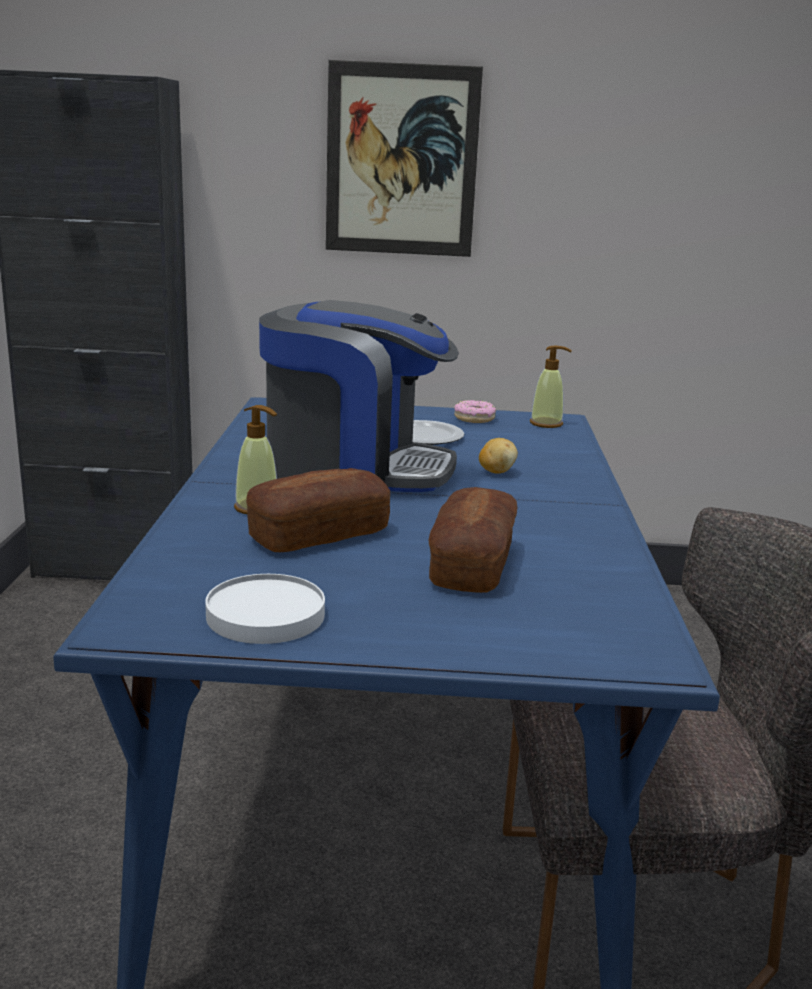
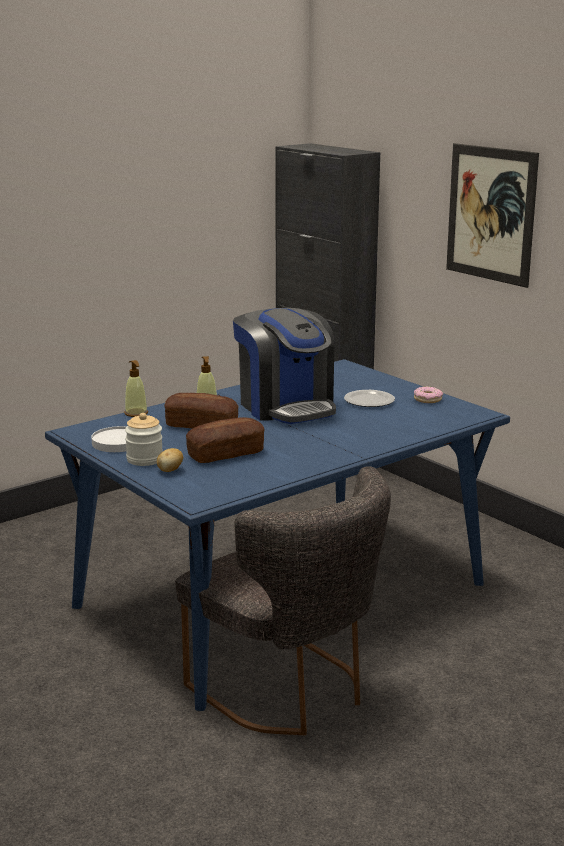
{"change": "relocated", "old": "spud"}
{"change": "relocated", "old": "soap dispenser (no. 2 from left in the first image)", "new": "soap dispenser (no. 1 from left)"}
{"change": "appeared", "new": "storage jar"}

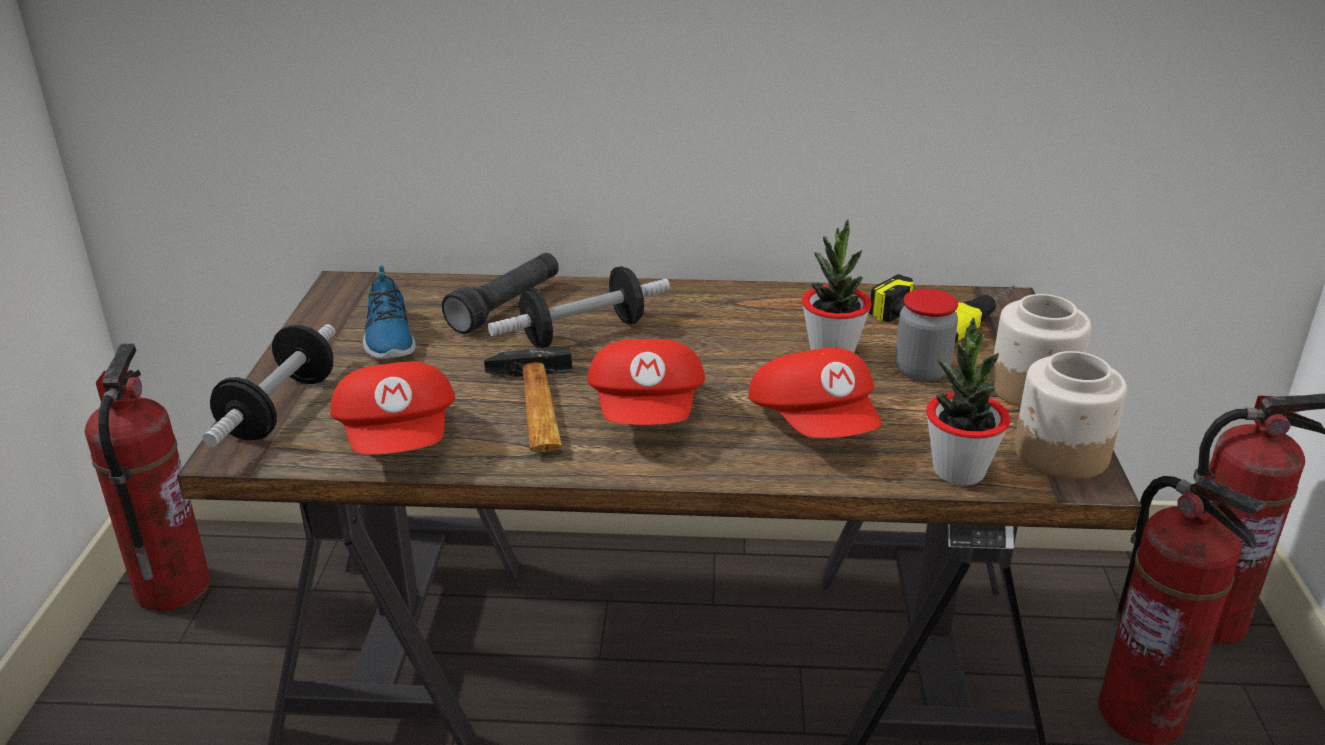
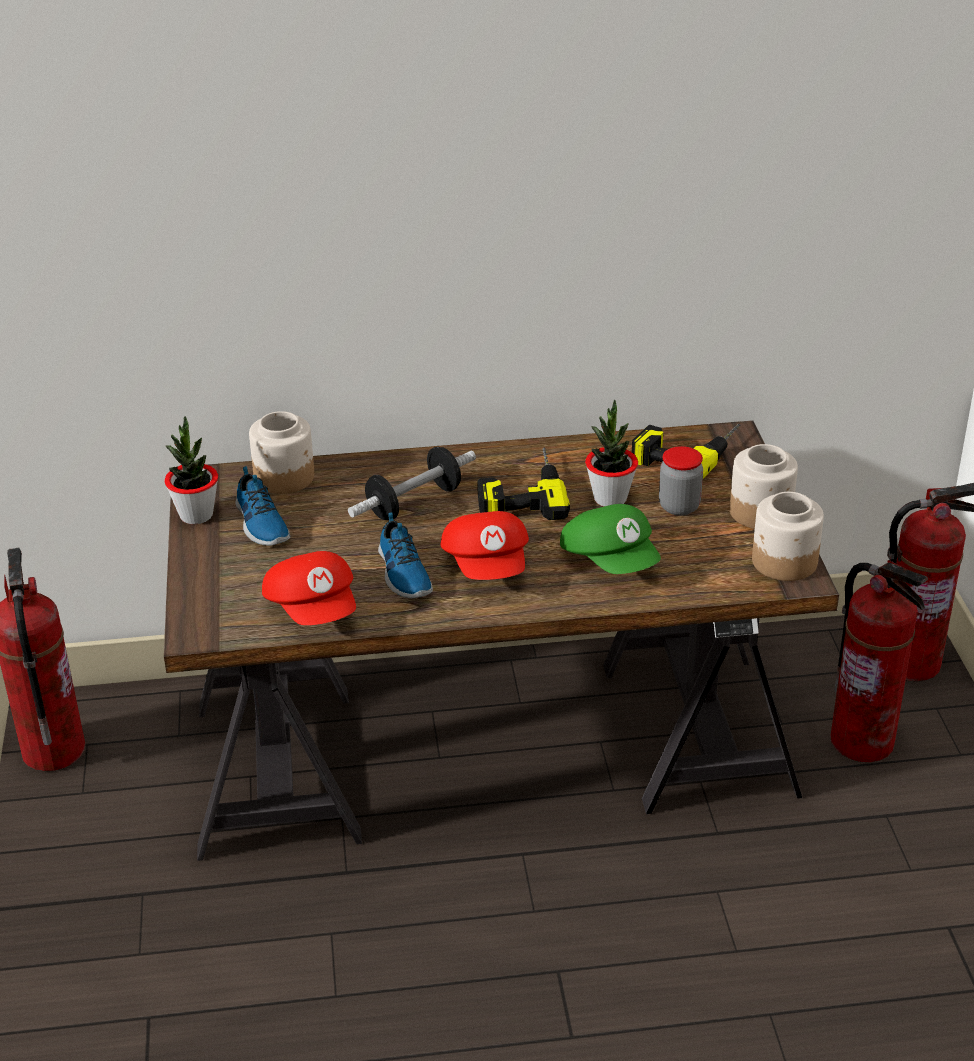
{"change": "missing", "old": "free weight (no. 1 from left)"}
{"change": "missing", "old": "blackish torch"}
{"change": "exchanged", "old": "hammer", "new": "shoe (no. 2 from left)"}
{"change": "colour", "old": "red-coloured baseball cap (no. 3 from left)", "new": "green-coloured baseball cap"}
{"change": "relocated", "old": "potted plant (no. 2 from left in the first image)", "new": "potted plant (no. 1 from left)"}
{"change": "appeared", "new": "storage jar (no. 1 from left)"}
{"change": "appeared", "new": "drill (no. 1 from left)"}

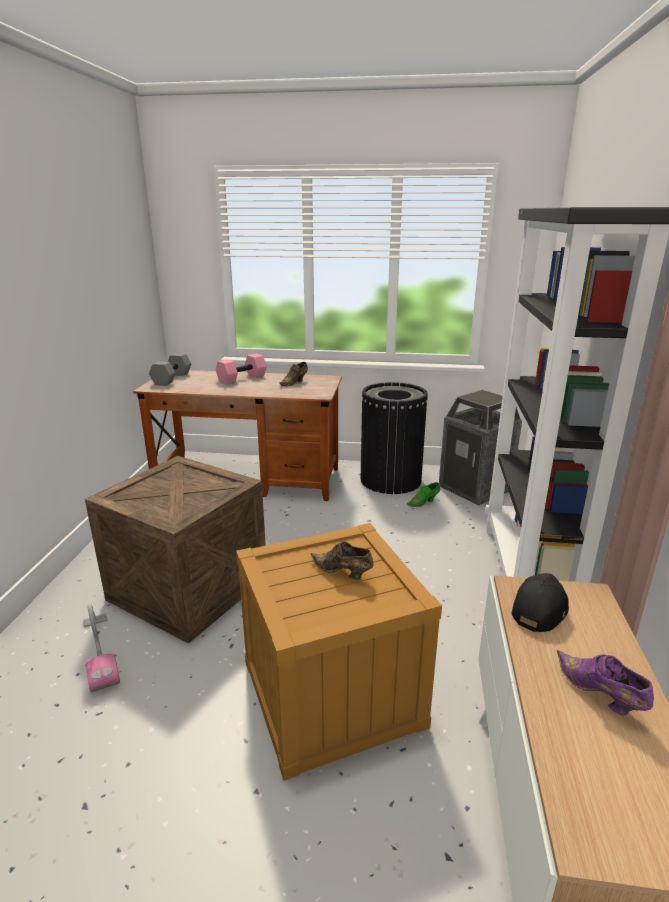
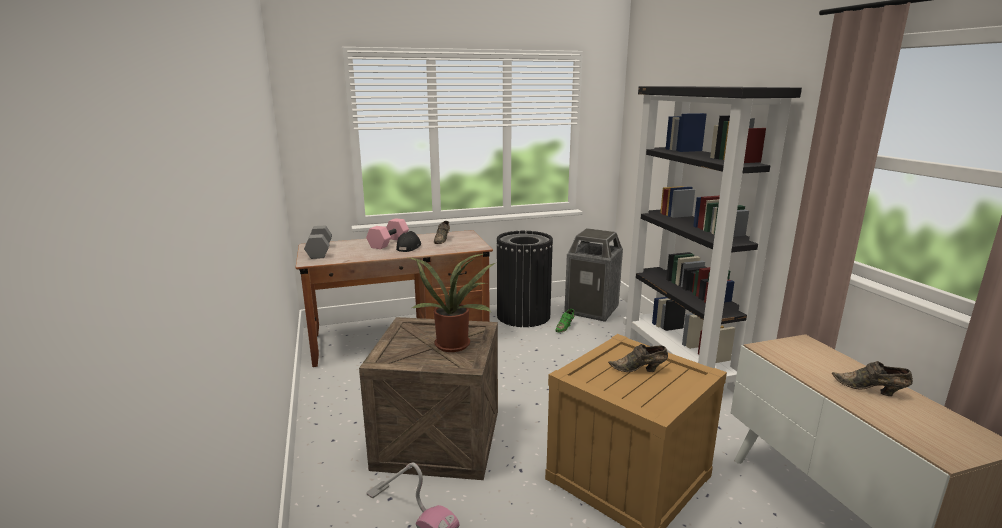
{"change": "relocated", "old": "blackish baseball cap"}
{"change": "colour", "old": "purplish shoe", "new": "brown shoe (no. 3 from left)"}
{"change": "appeared", "new": "potted plant"}

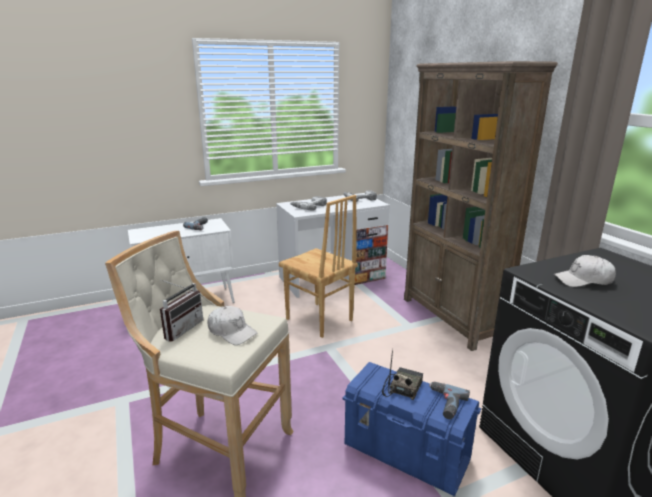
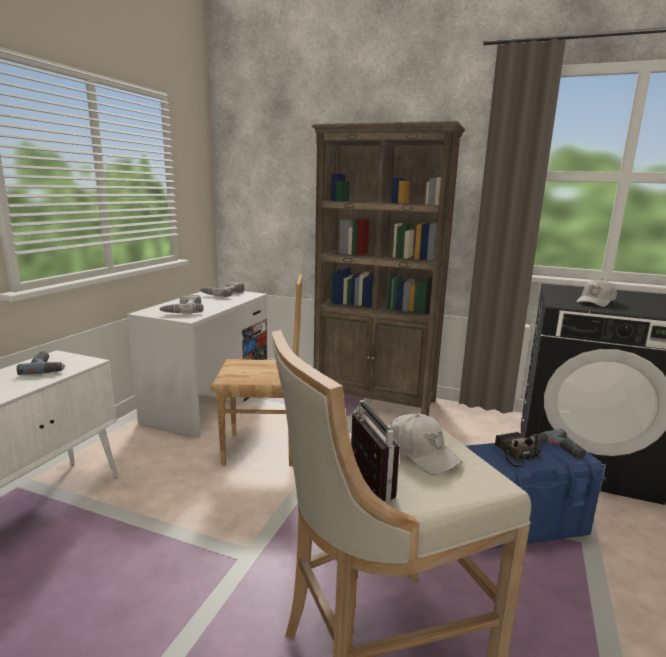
{"change": "spun", "old": "whitish baseball cap (no. 1 from left)", "degrees": 60}

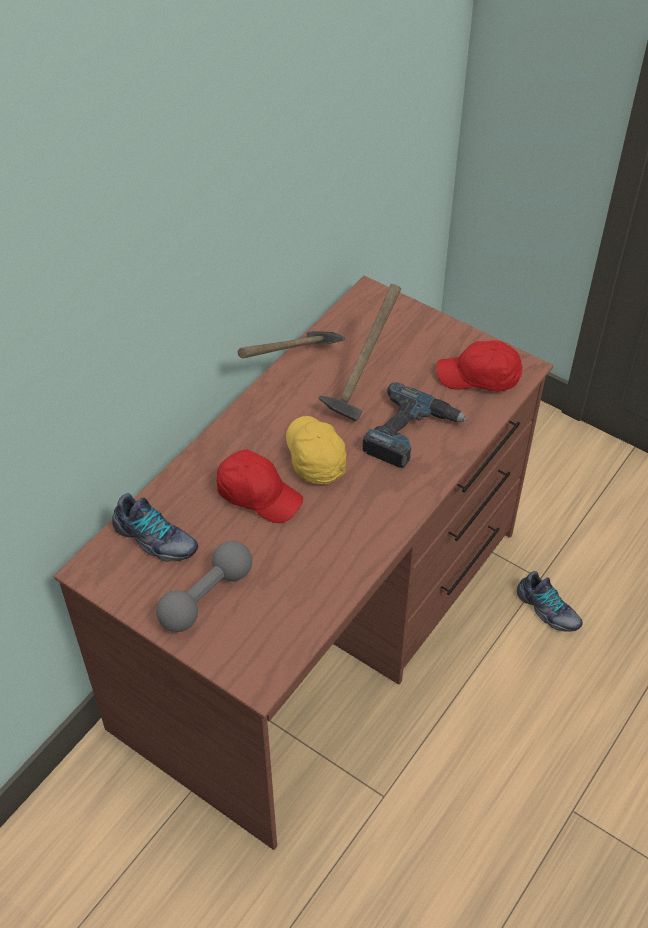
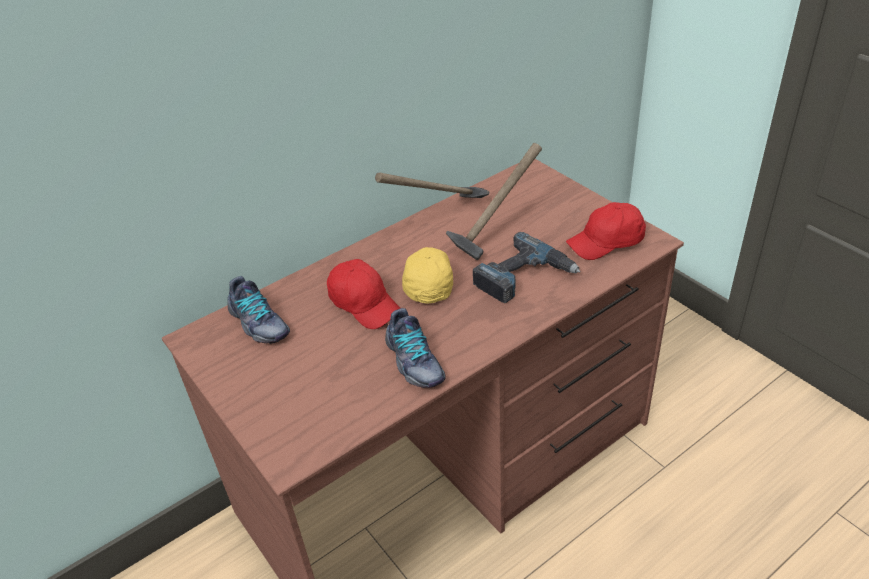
{"change": "missing", "old": "gray free weight"}
{"change": "spun", "old": "red-coloured baseball cap (no. 2 from left)", "degrees": -45}
{"change": "relocated", "old": "shoe (no. 2 from left)"}

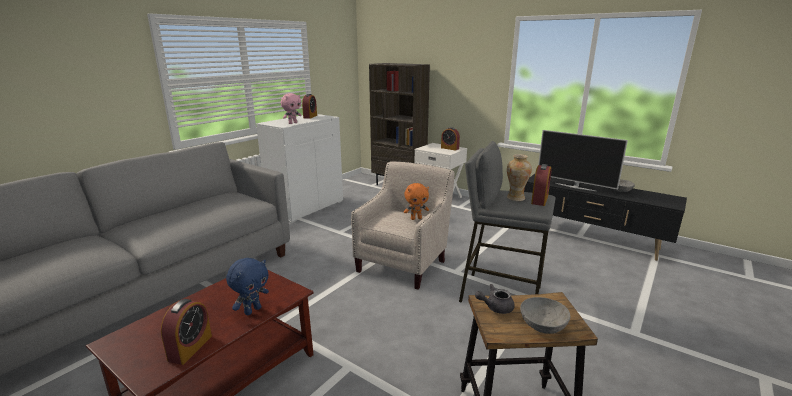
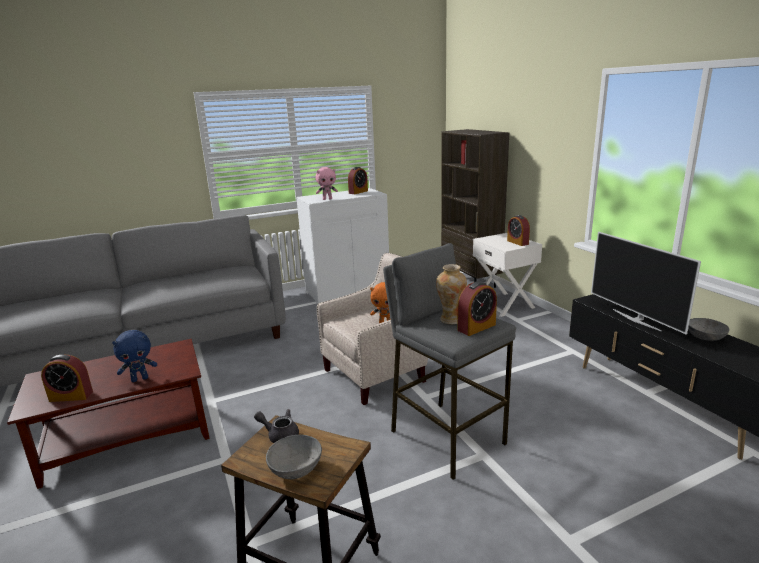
{"change": "spun", "old": "alarm clock (no. 1 from left)", "degrees": 45}

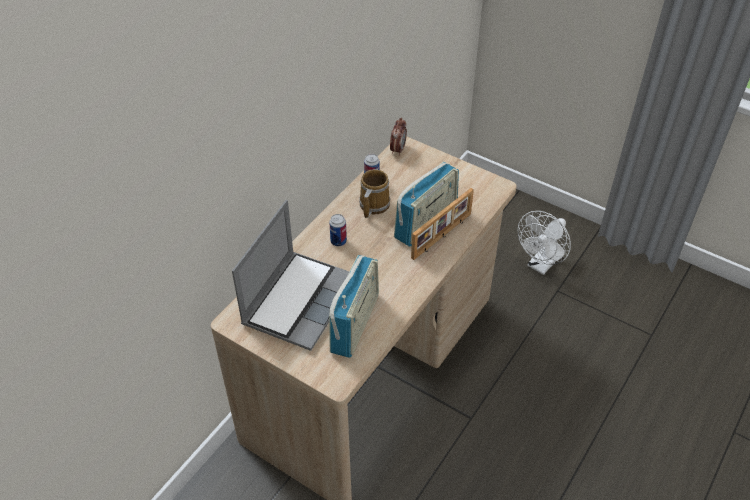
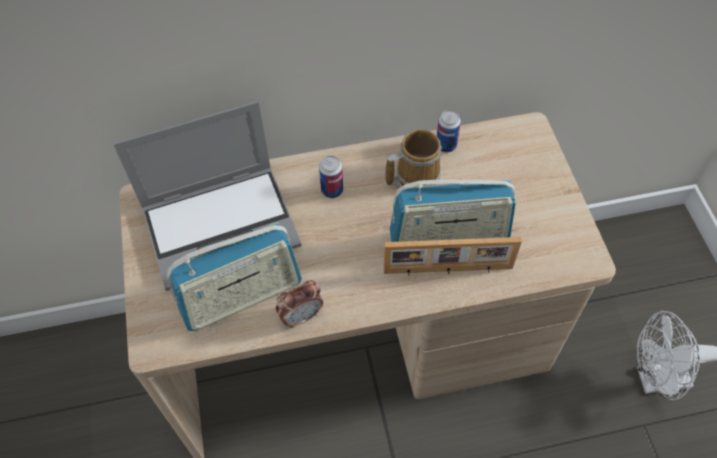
{"change": "relocated", "old": "alarm clock"}

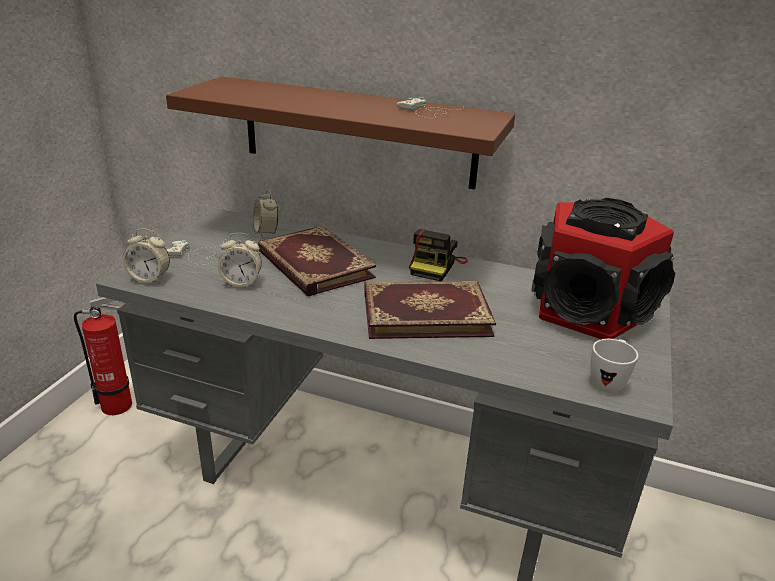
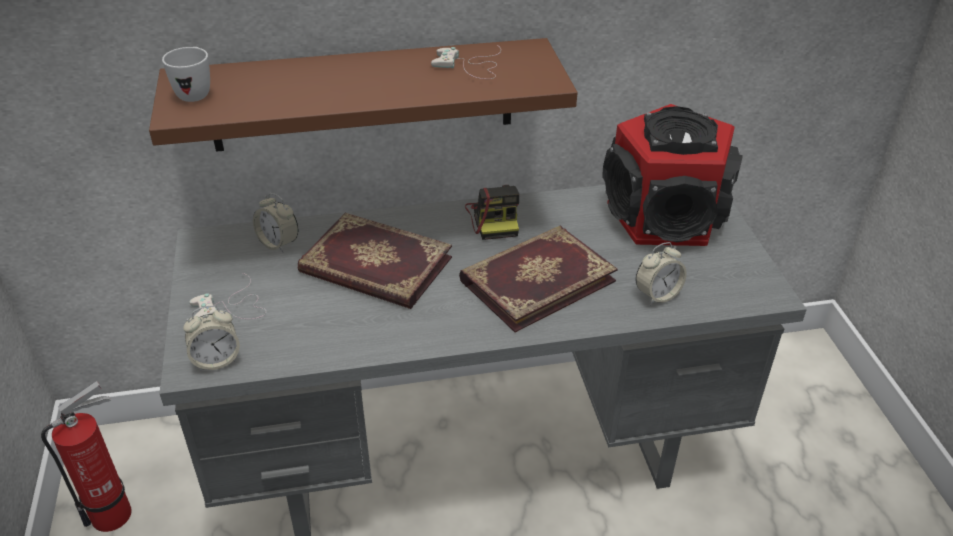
{"change": "relocated", "old": "alarm clock (no. 2 from left in the first image)", "new": "alarm clock (no. 3 from left)"}
{"change": "relocated", "old": "whitish mug"}

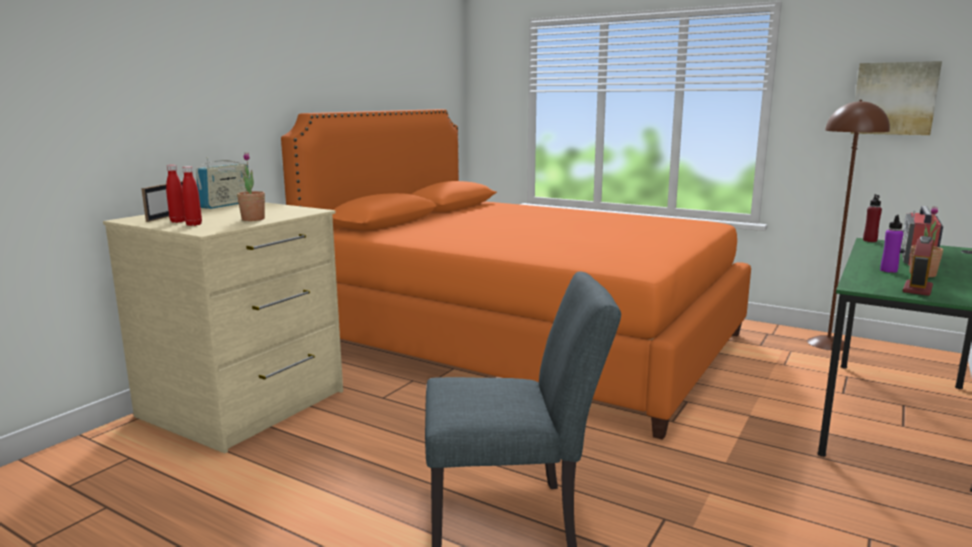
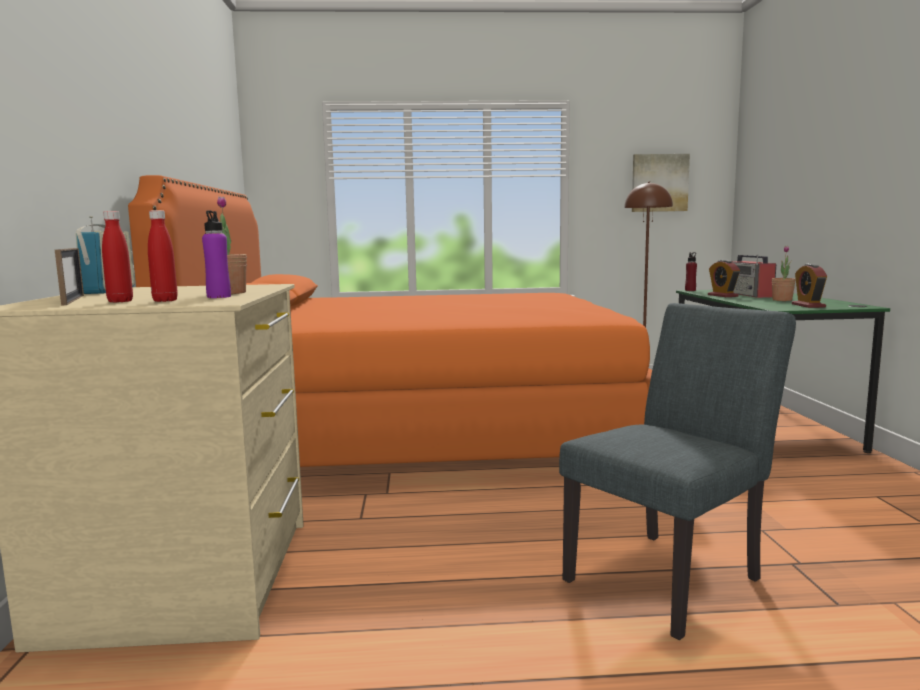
{"change": "relocated", "old": "purplish bottle"}
{"change": "appeared", "new": "alarm clock (no. 1 from left)"}

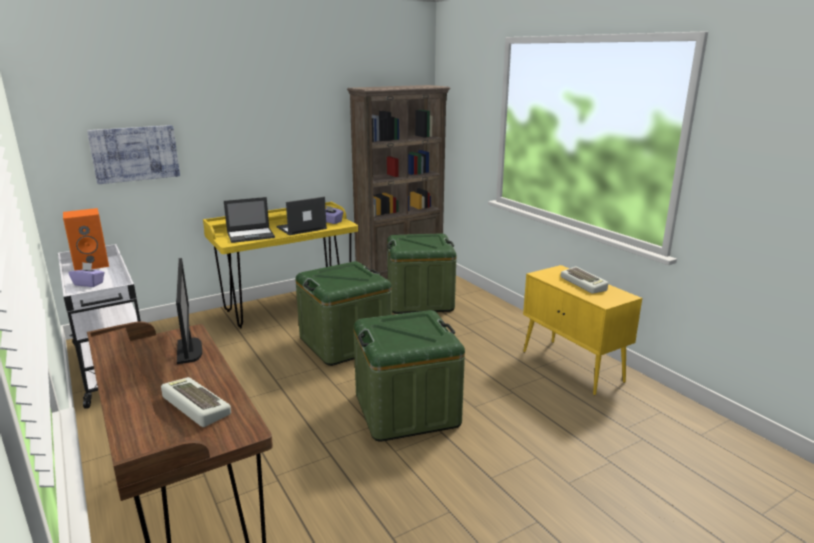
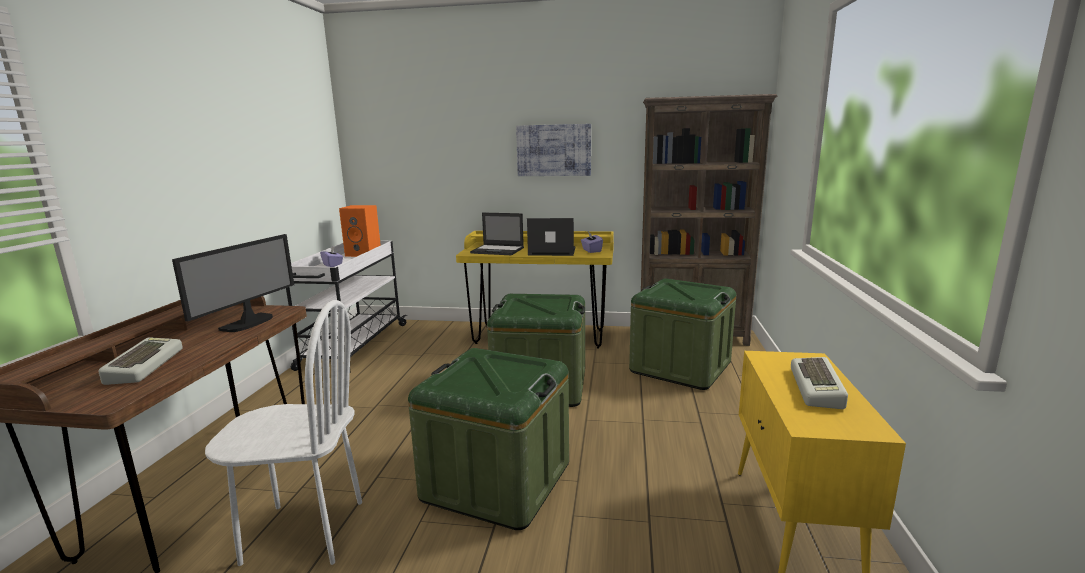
{"change": "relocated", "old": "wall art"}
{"change": "appeared", "new": "whitish upright chair"}

